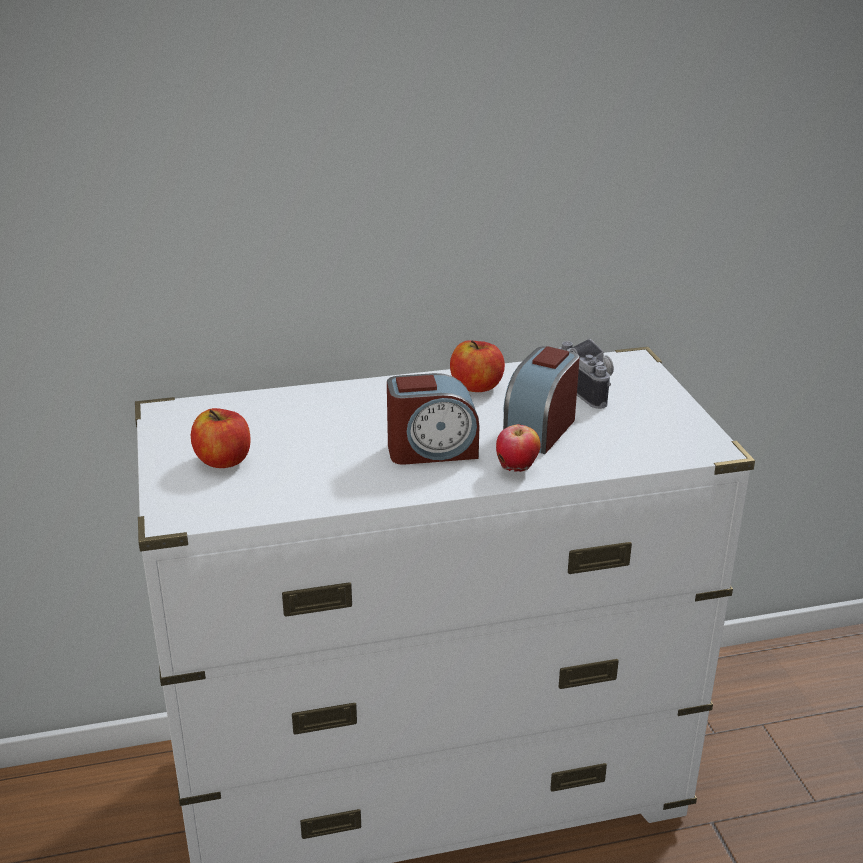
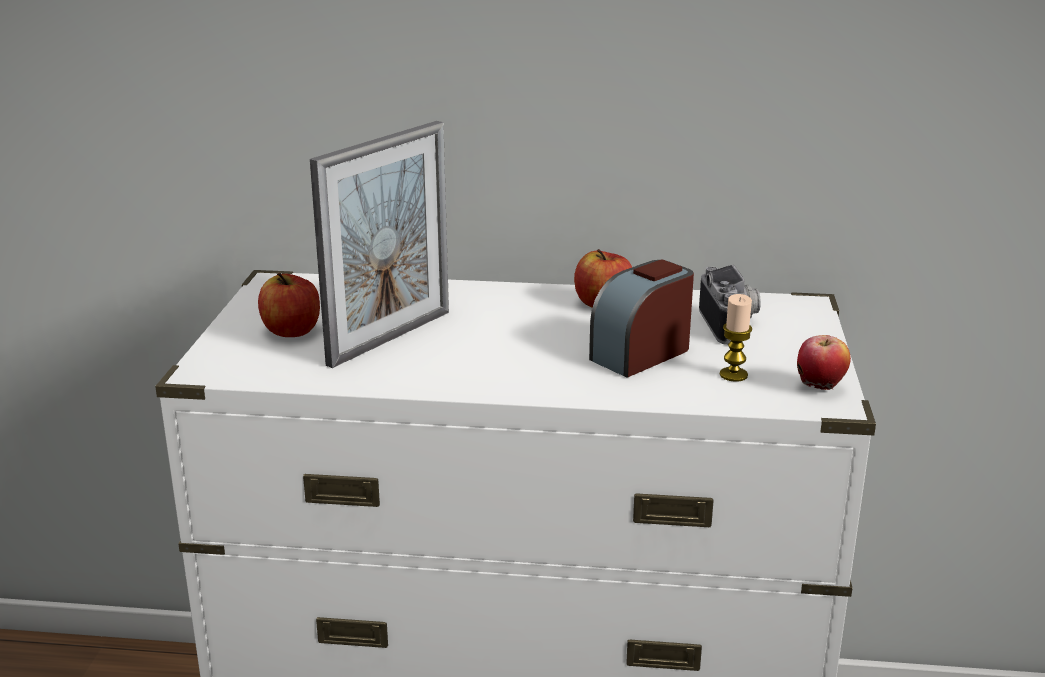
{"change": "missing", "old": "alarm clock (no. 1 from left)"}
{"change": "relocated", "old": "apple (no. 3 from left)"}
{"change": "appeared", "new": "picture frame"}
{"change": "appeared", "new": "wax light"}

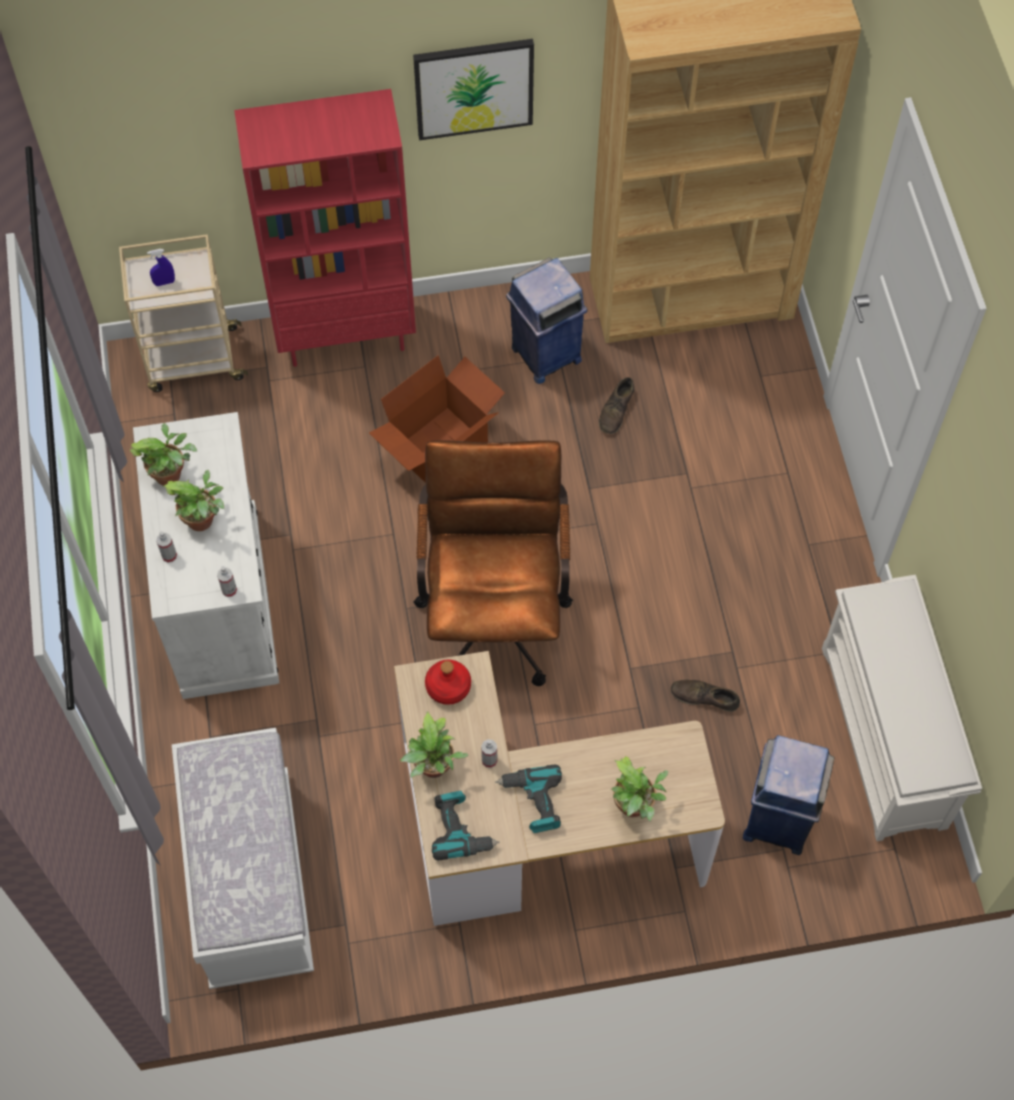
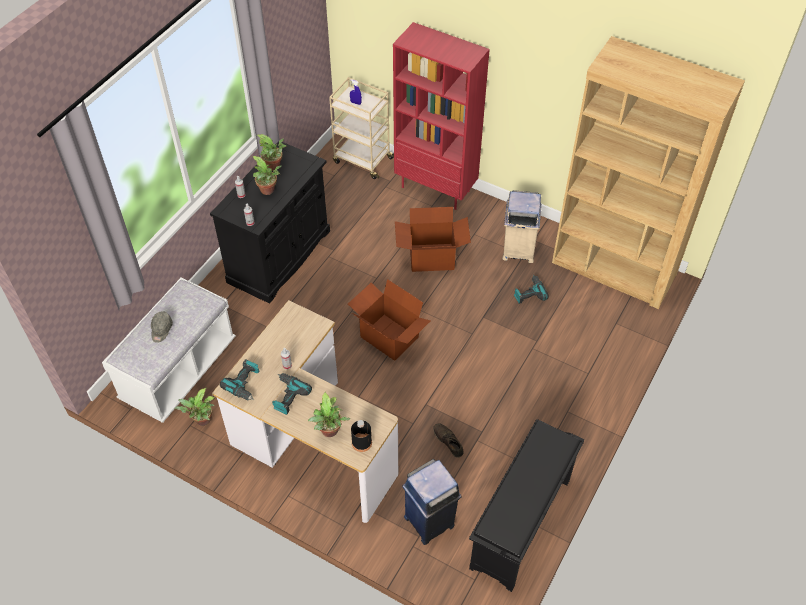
{"change": "colour", "old": "whitish cabinet", "new": "blackish cabinet"}
{"change": "relocated", "old": "potted plant (no. 3 from left in the first image)", "new": "potted plant (no. 1 from left)"}
{"change": "missing", "old": "wall art"}
{"change": "exchanged", "old": "brown office chair", "new": "cardboard box (no. 1 from left)"}
{"change": "missing", "old": "red-coloured bottle"}
{"change": "colour", "old": "bluish rubbish bin (no. 1 from left)", "new": "beige rubbish bin"}
{"change": "exchanged", "old": "brown shoe (no. 1 from left)", "new": "drill (no. 3 from left)"}
{"change": "colour", "old": "whitish shoe stand", "new": "blackish shoe stand"}
{"change": "appeared", "new": "gray baseball cap"}
{"change": "appeared", "new": "blackish bottle"}

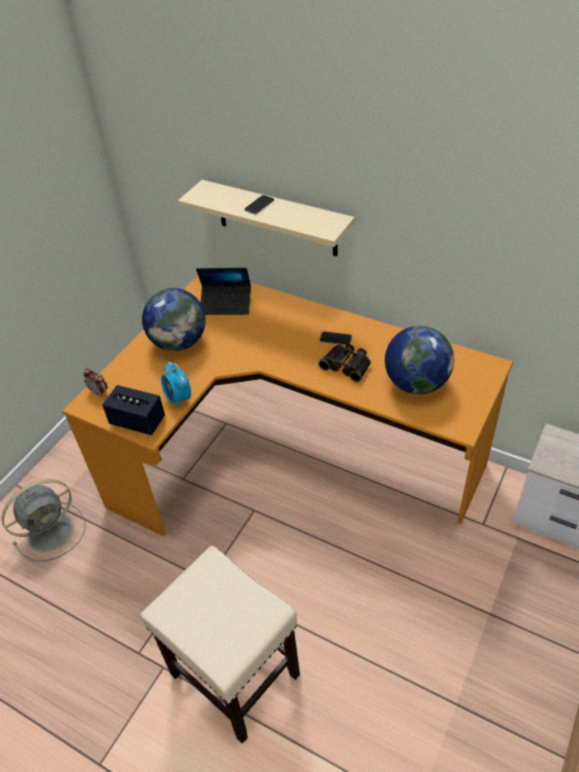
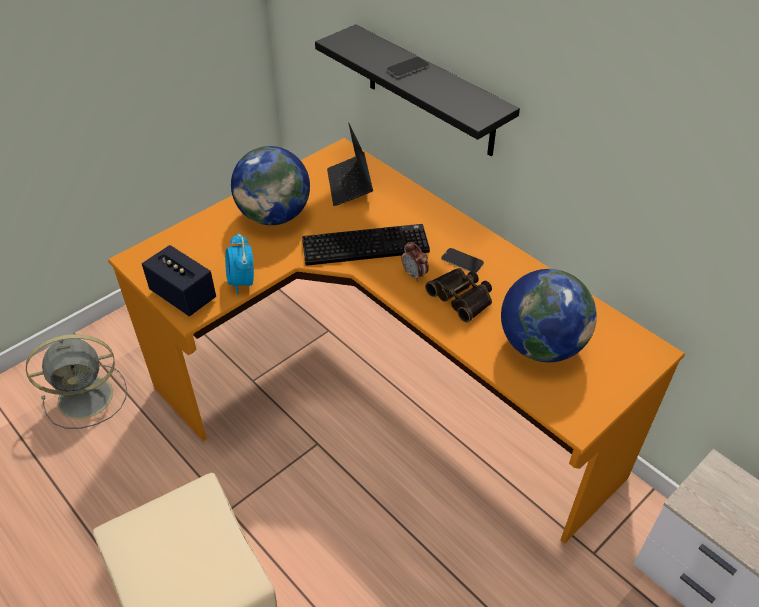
{"change": "relocated", "old": "alarm clock (no. 1 from left in the first image)", "new": "alarm clock (no. 2 from left)"}
{"change": "colour", "old": "beige wall shelf", "new": "blackish wall shelf"}
{"change": "spun", "old": "portable computer", "degrees": 60}
{"change": "appeared", "new": "PC keyboard"}

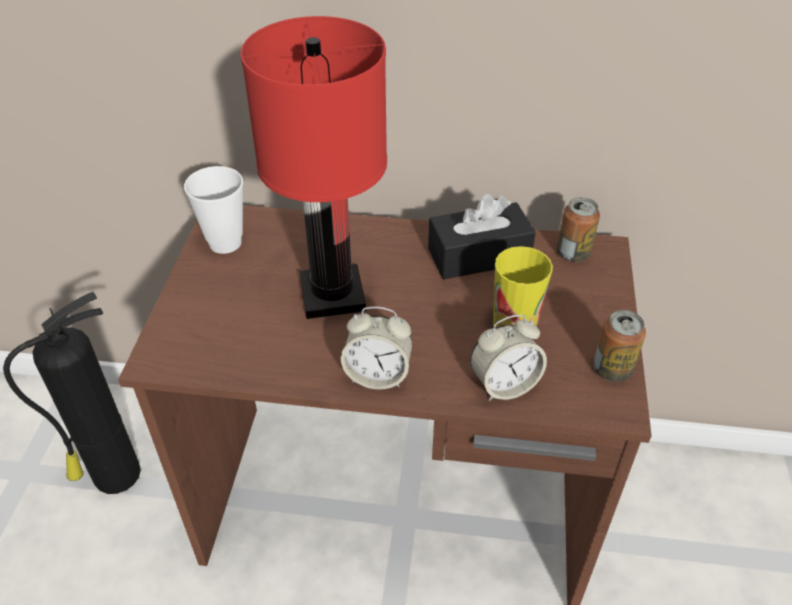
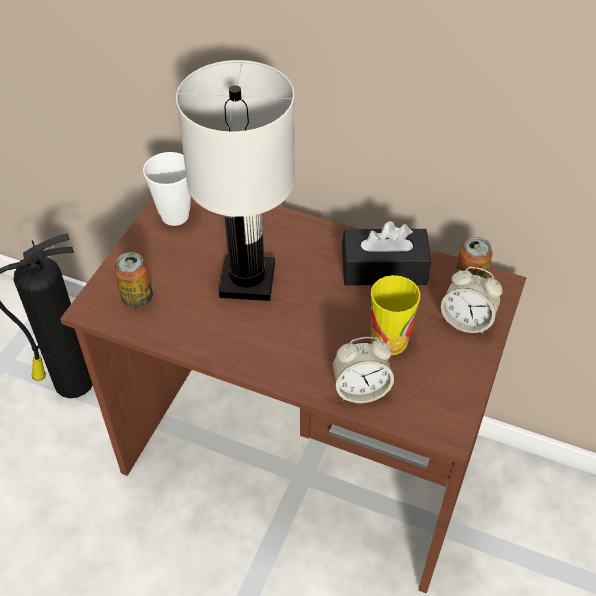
{"change": "colour", "old": "red-coloured tabletop lamp", "new": "whitish tabletop lamp"}
{"change": "relocated", "old": "alarm clock (no. 1 from left in the first image)", "new": "alarm clock (no. 2 from left)"}
{"change": "relocated", "old": "metal can (no. 2 from left in the first image)", "new": "metal can (no. 1 from left)"}

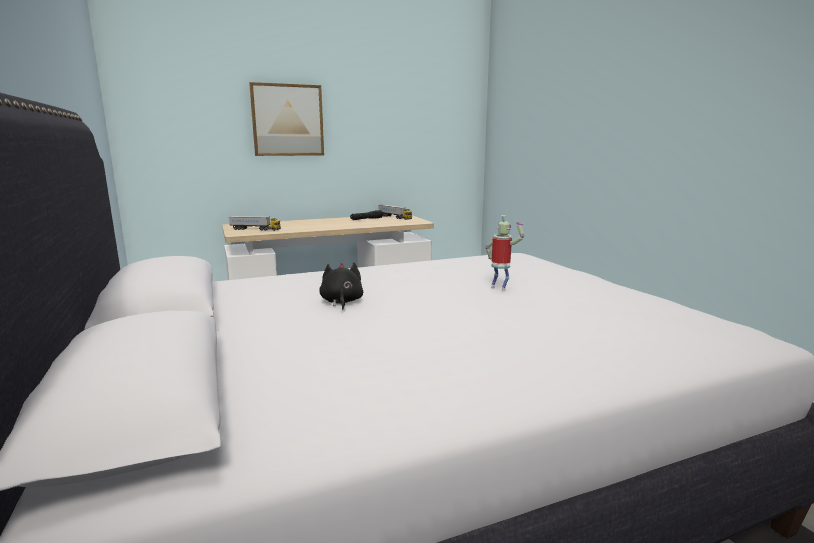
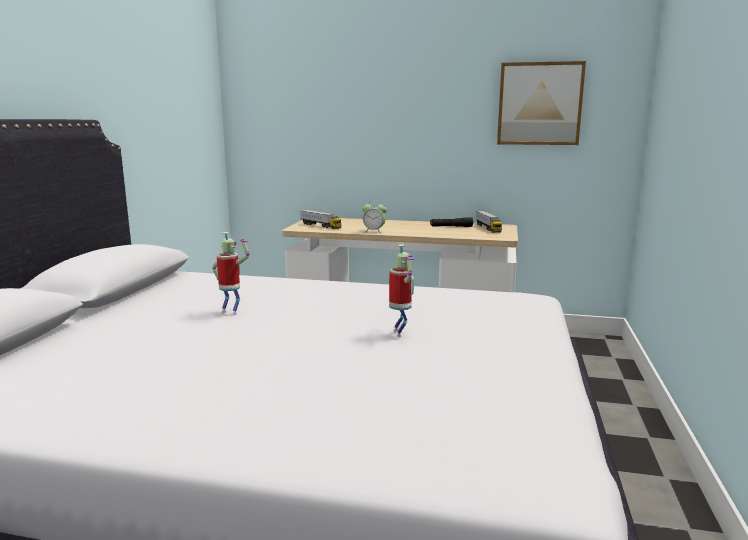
{"change": "relocated", "old": "wall art"}
{"change": "exchanged", "old": "blackish soft toy", "new": "robot figure (no. 1 from left)"}
{"change": "appeared", "new": "alarm clock"}

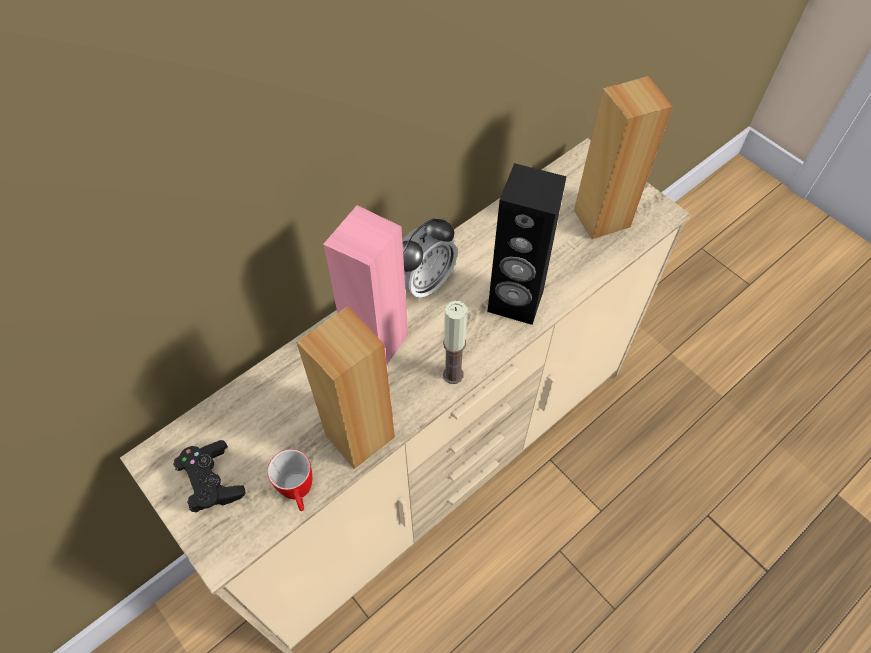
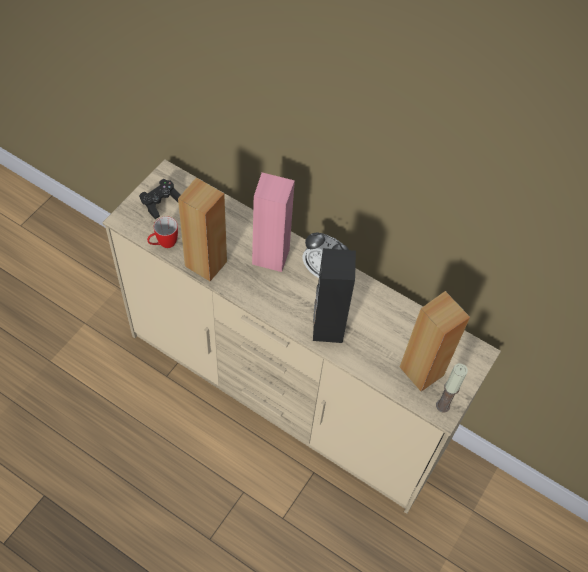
{"change": "relocated", "old": "wax light"}

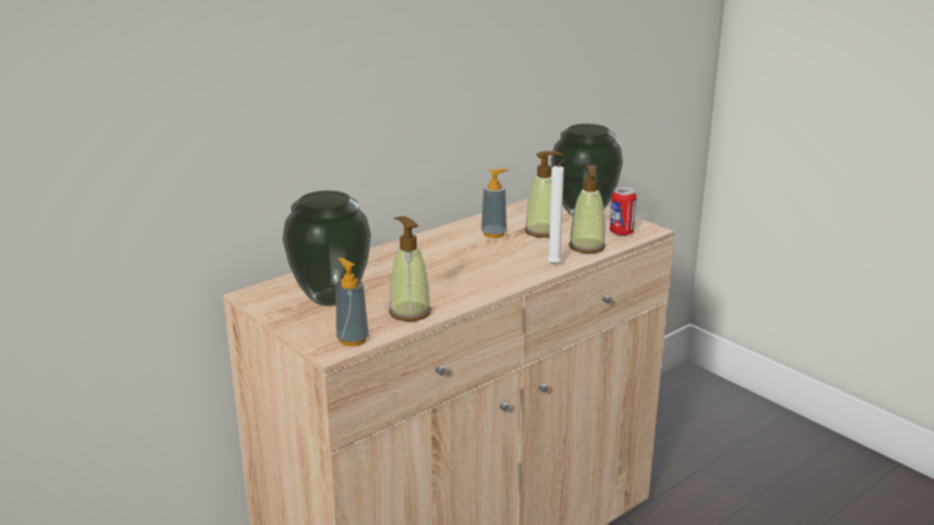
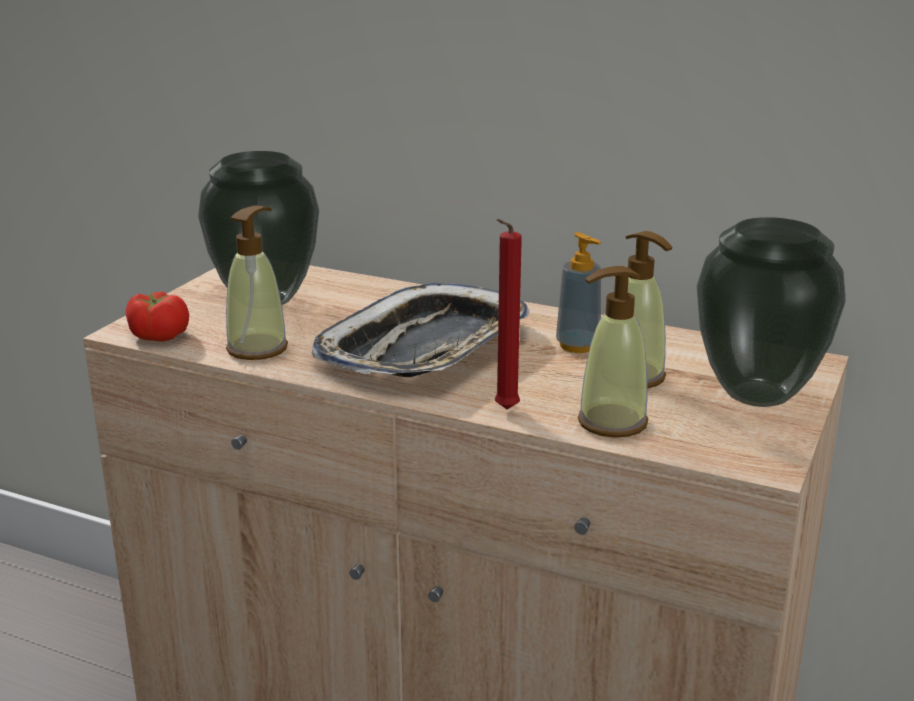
{"change": "exchanged", "old": "soap dispenser (no. 1 from left)", "new": "tomato"}
{"change": "colour", "old": "whitish wax light", "new": "red-coloured wax light"}
{"change": "missing", "old": "metal can"}
{"change": "appeared", "new": "serving tray"}

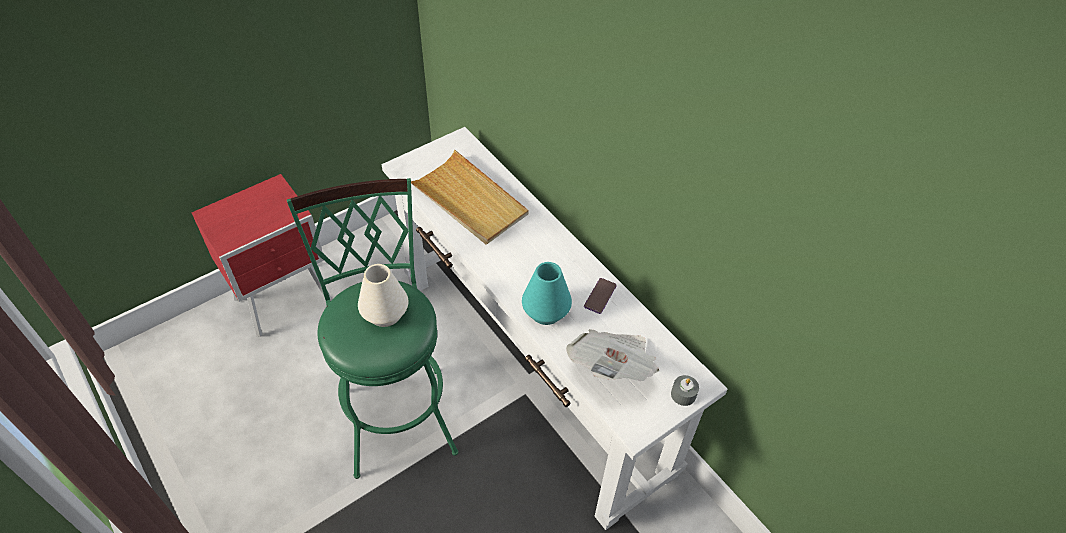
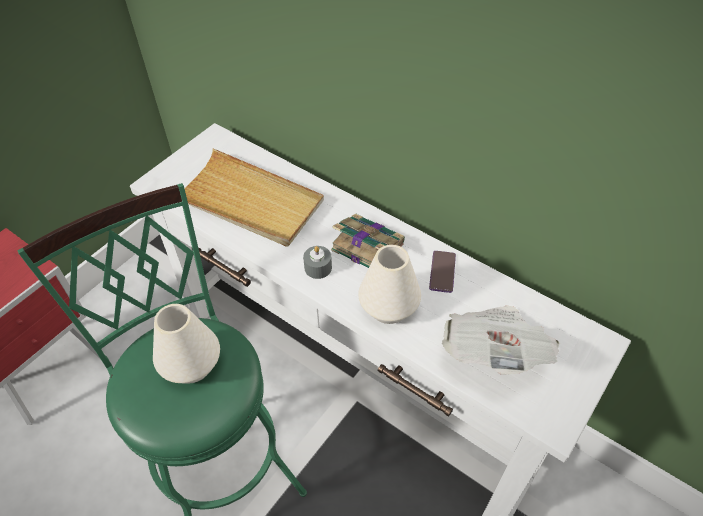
{"change": "colour", "old": "turquoise decorative vase", "new": "whitish decorative vase (no. 2 from left)"}
{"change": "relocated", "old": "gray wax light"}
{"change": "appeared", "new": "volume"}

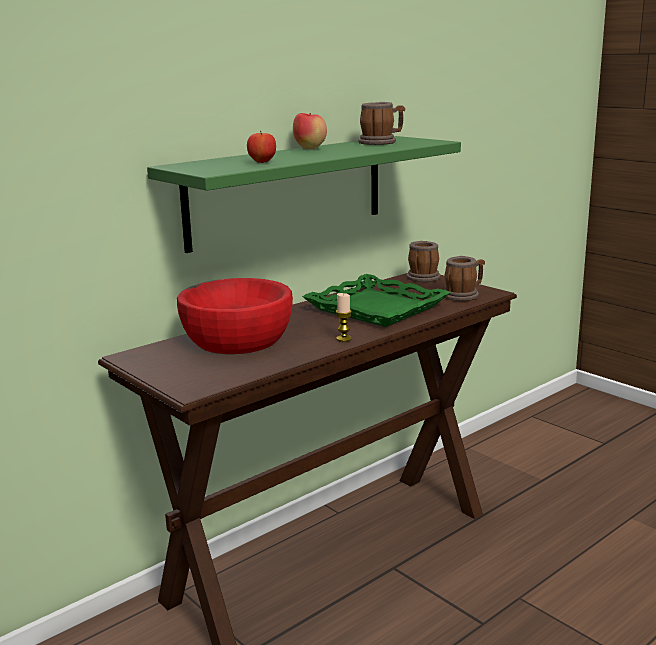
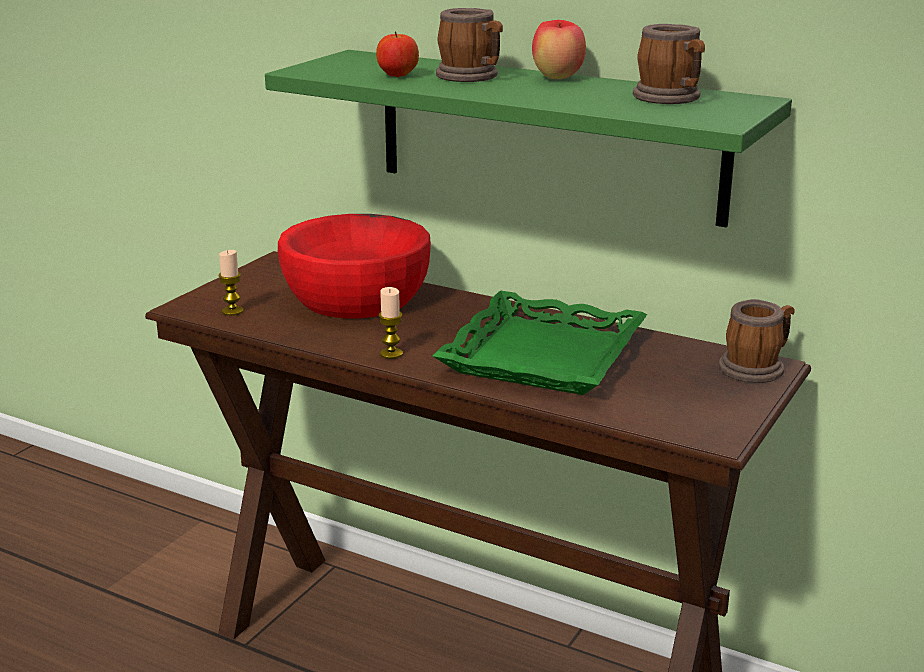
{"change": "relocated", "old": "mug (no. 3 from left in the first image)", "new": "mug (no. 1 from left)"}
{"change": "appeared", "new": "wax light (no. 1 from left)"}

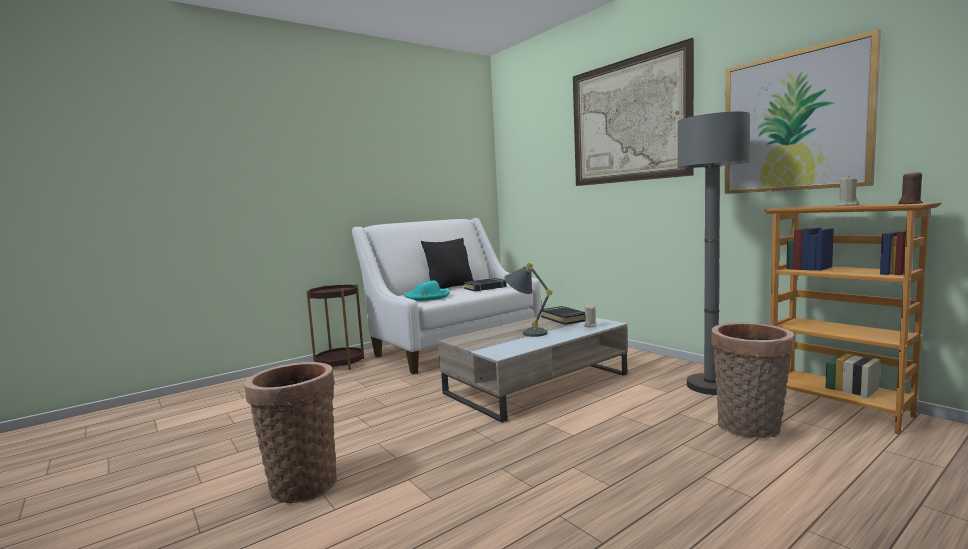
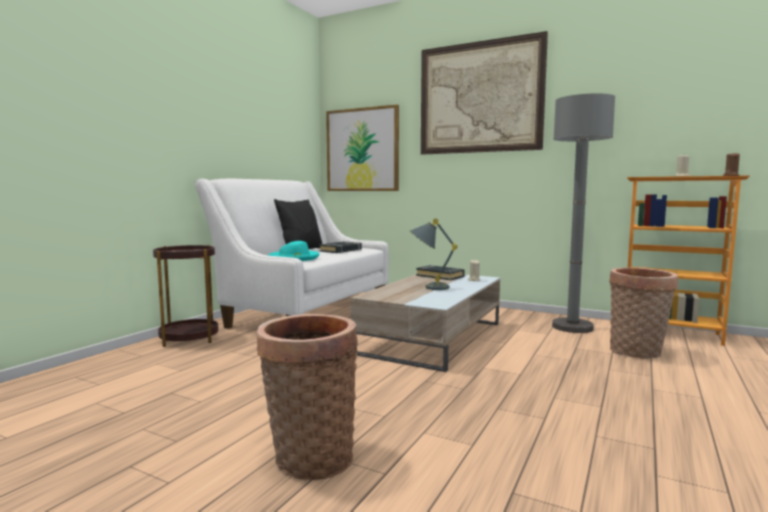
{"change": "relocated", "old": "wall art (no. 2 from left in the first image)", "new": "wall art (no. 1 from left)"}

